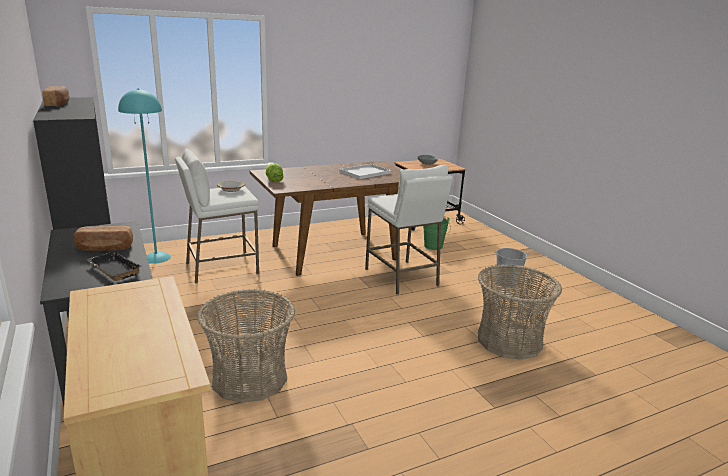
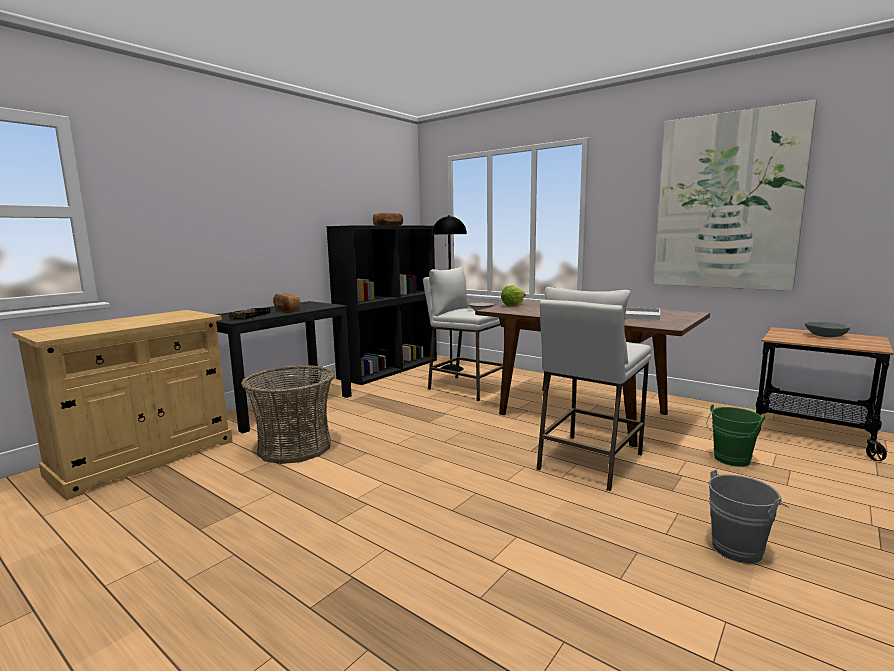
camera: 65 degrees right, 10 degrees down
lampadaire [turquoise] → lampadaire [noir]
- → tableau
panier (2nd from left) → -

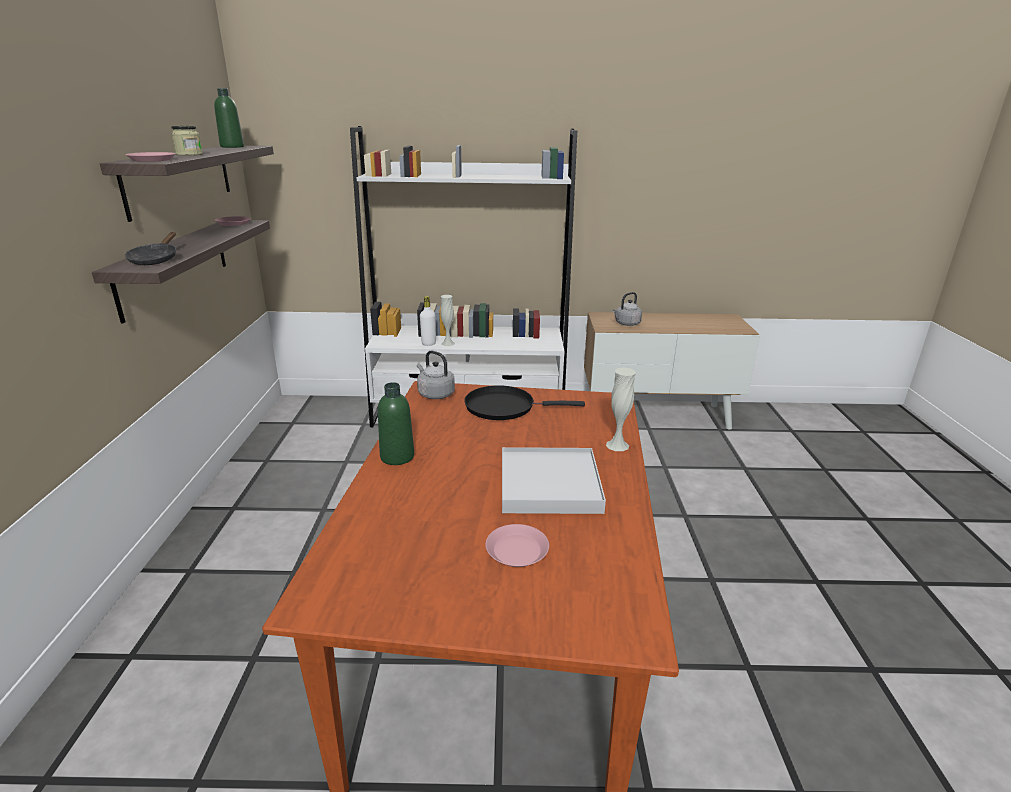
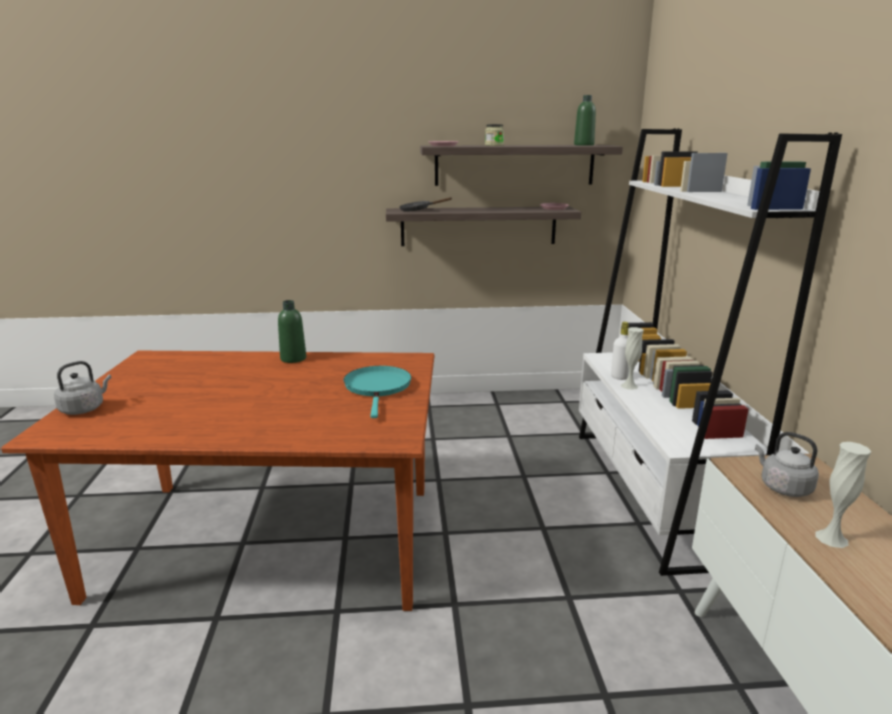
camera: 85 degrees right, 5 degrees down
bouilloire [gris] (1st from left), moved
poêle [noir] (2nd from left) → poêle [turquoise]
vase [blanc] (2nd from left), moved
assiette [rose] (3rd from left) → -
plateau [blanc] → -

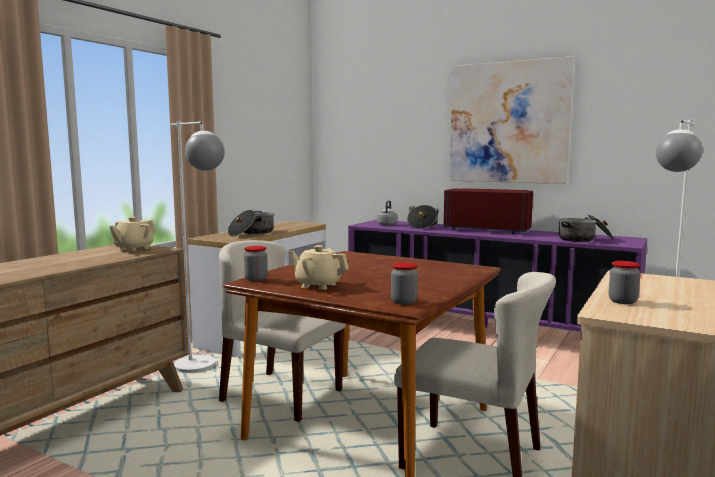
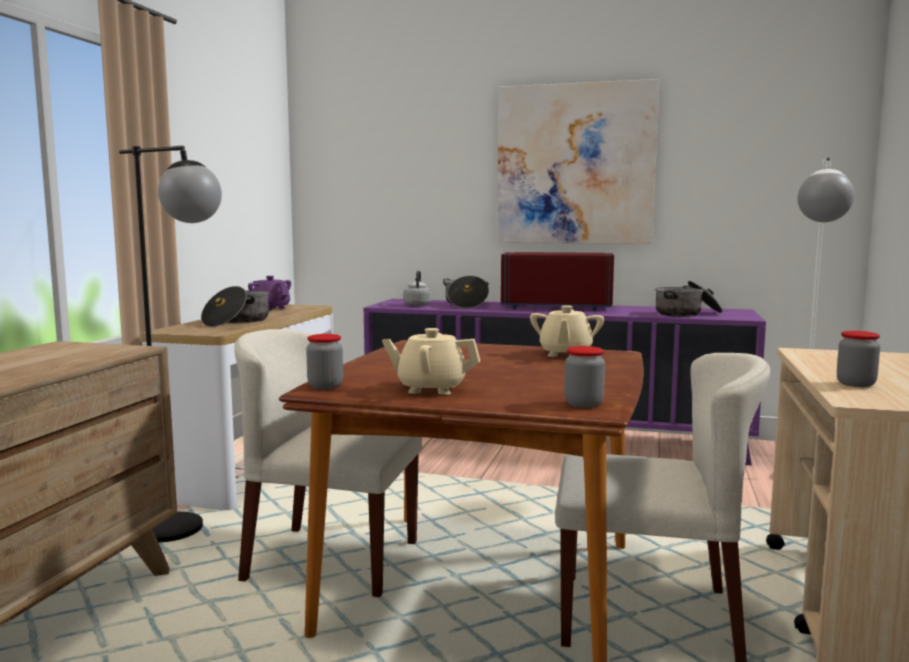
camera: 15 degrees left, 0 degrees up
lampadaire [blanc] (1st from left) → lampadaire [noir]
- → théière [violet]
théière [beige] (1st from left in the first image) → théière [beige] (2nd from left), moved

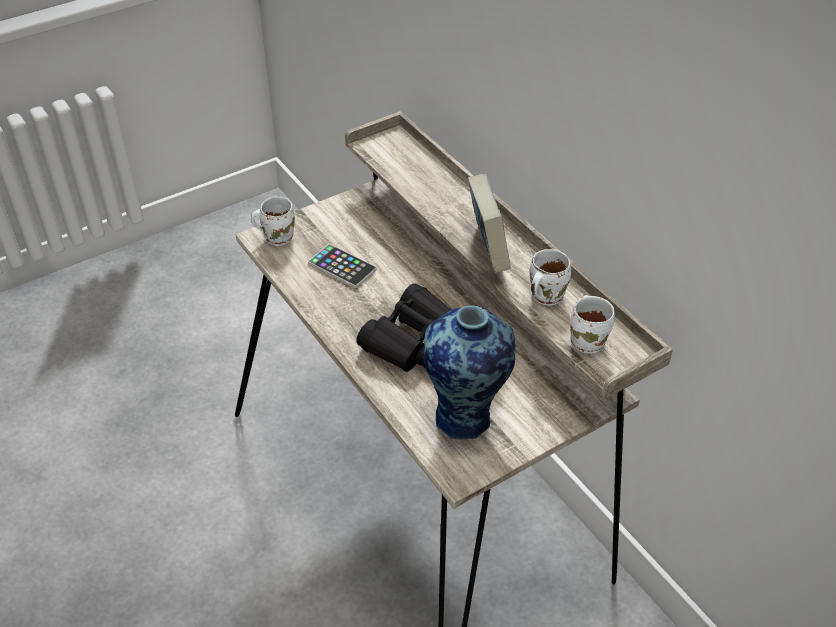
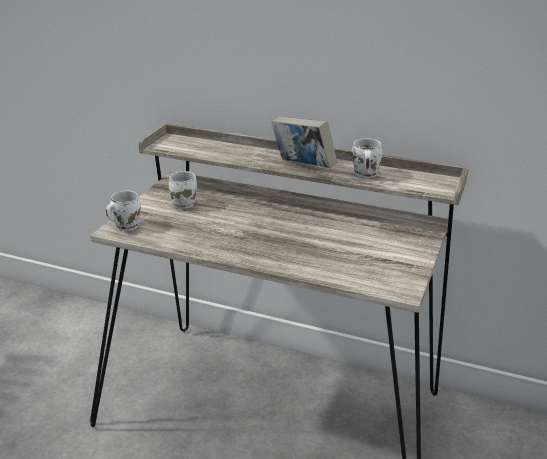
camera: 35 degrees left, 15 degrees down
mug [blanc] (3rd from left in the first image) → mug [blanc] (2nd from left), moved
téléphone → -
jumelles [noir] → -
vase → -

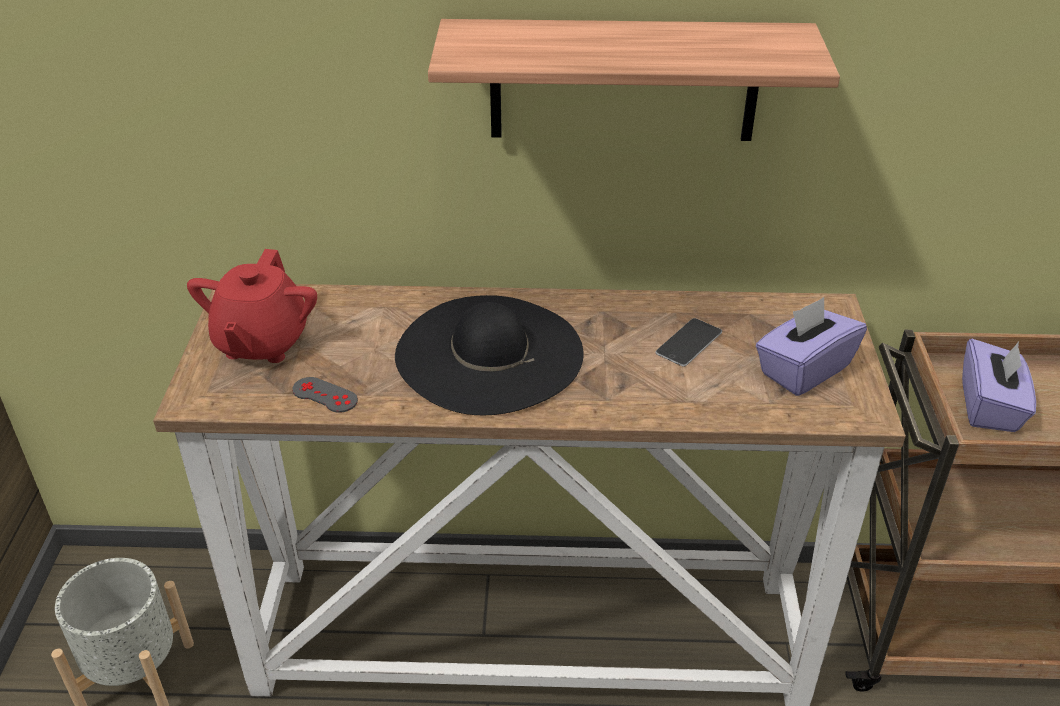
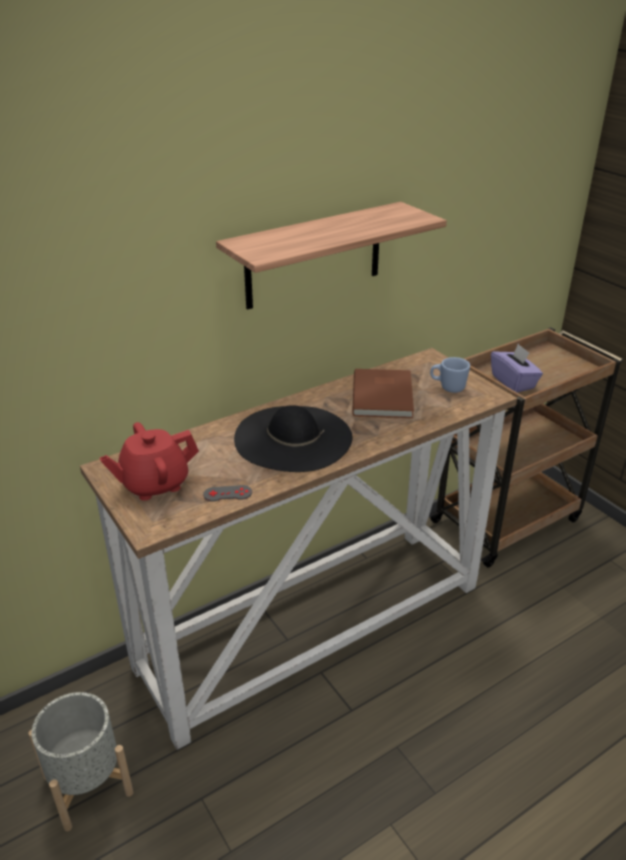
camera: 35 degrees left, 5 degrees down
théière [rouge], 90 degrees clockwise
téléphone → livre [marron]
boîte à mouchoirs [violet] (1st from left) → mug [bleu]

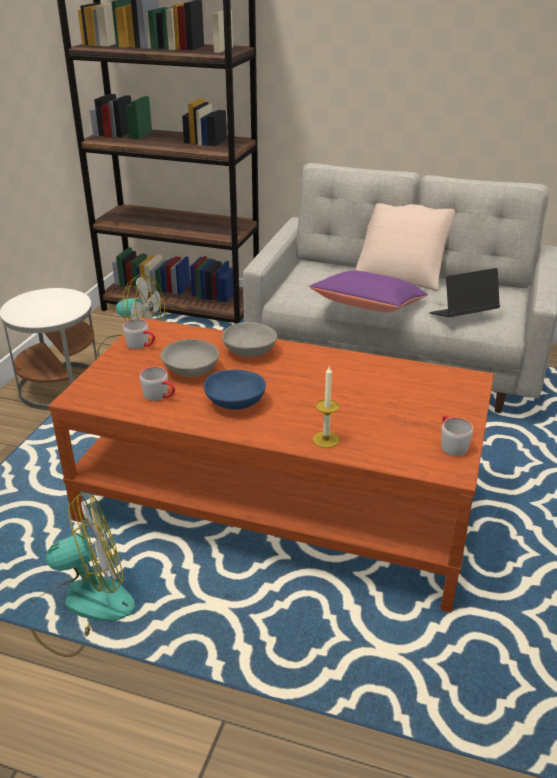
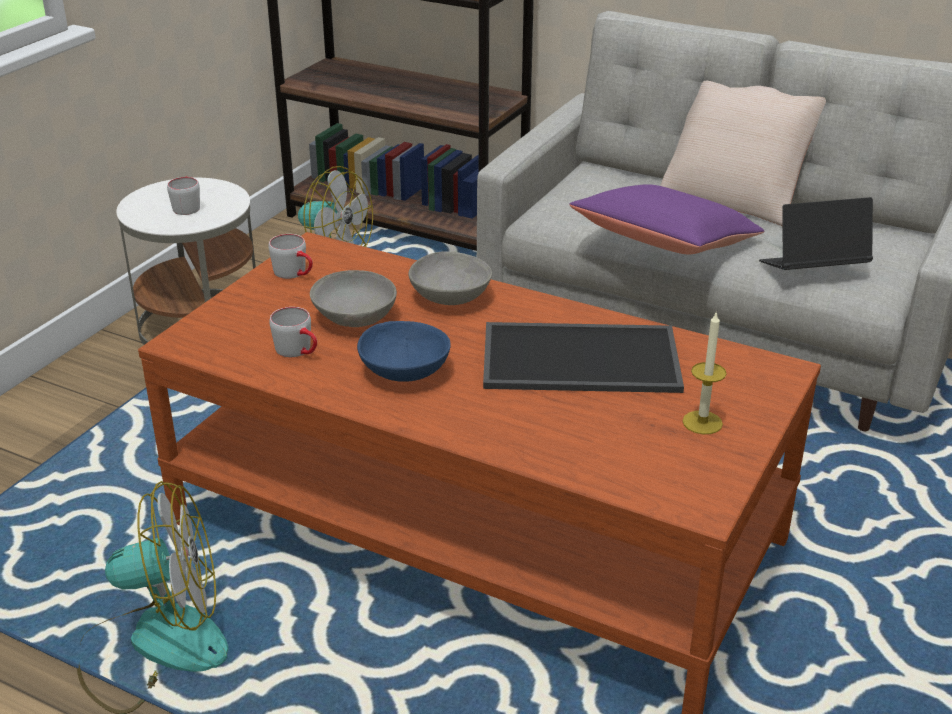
camera: 10 degrees right, 0 degrees up
mug [gris] (3rd from left in the first image) → mug [gris] (1st from left), moved
- → plateau
bougie, moved

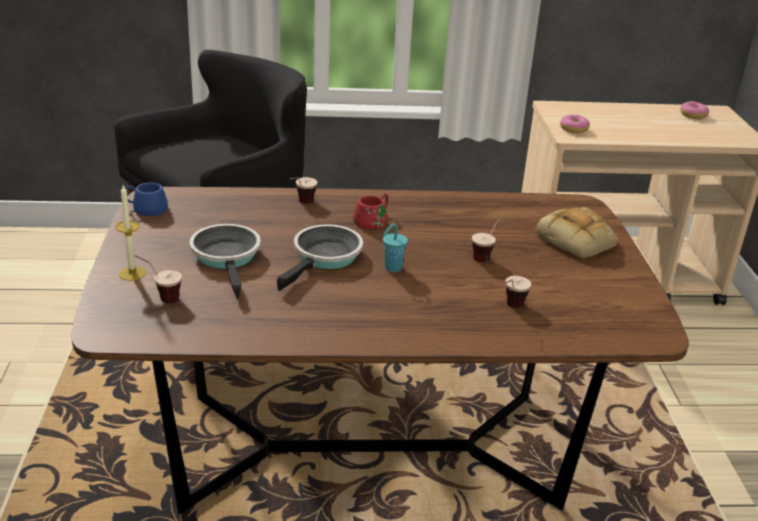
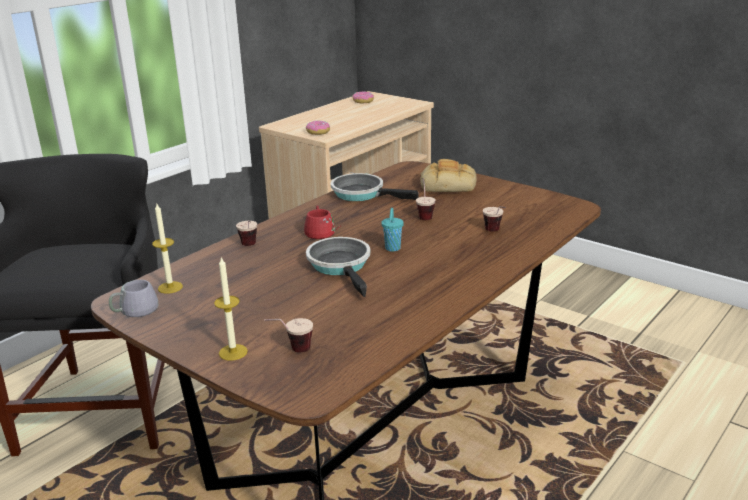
camera: 45 degrees left, 5 degrees down
mug [bleu] → mug [gris]
- → bougie (1st from left)
poêle (1st from left in the first image) → poêle (2nd from left), moved

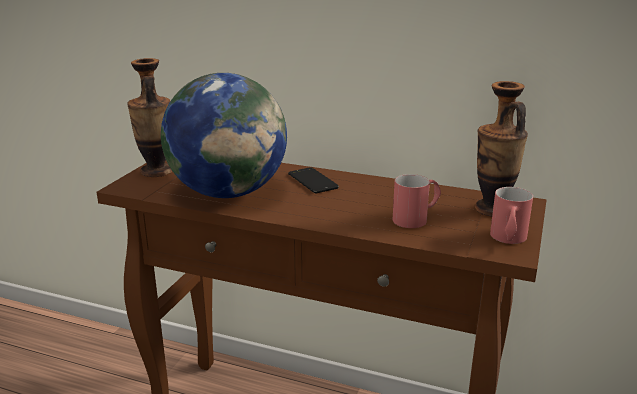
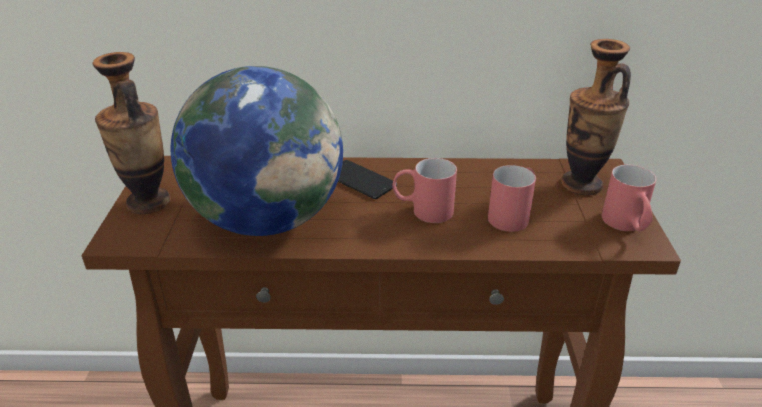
camera: 20 degrees left, 10 degrees up
- → mug [rouge] (1st from left)

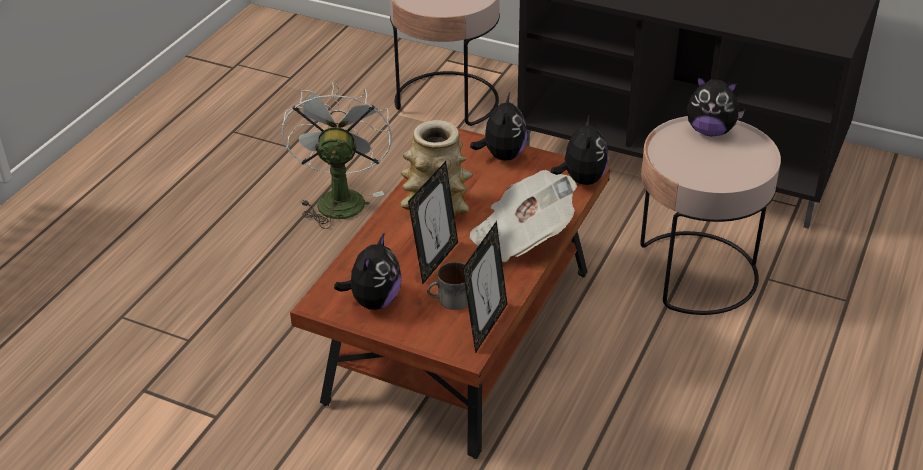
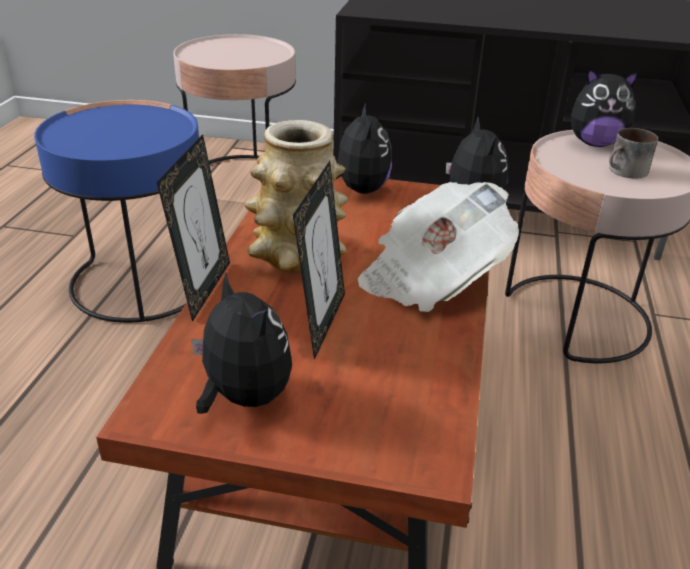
camera: 15 degrees left, 5 degrees down
ventilateur [blanc] → table d'appoint [bleu]
cadre photo (2nd from left in the first image) → cadre photo (1st from left), moved
peluche (1st from left), 45 degrees counterclockwise
mug, moved

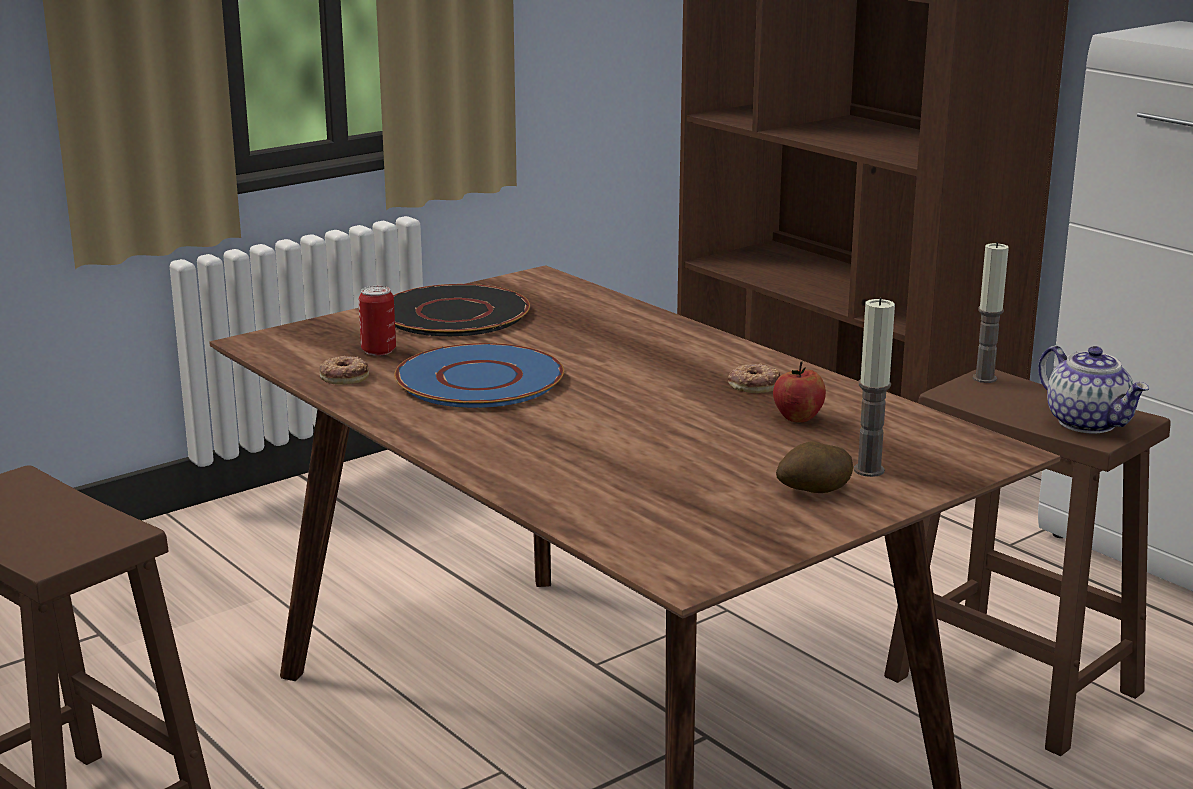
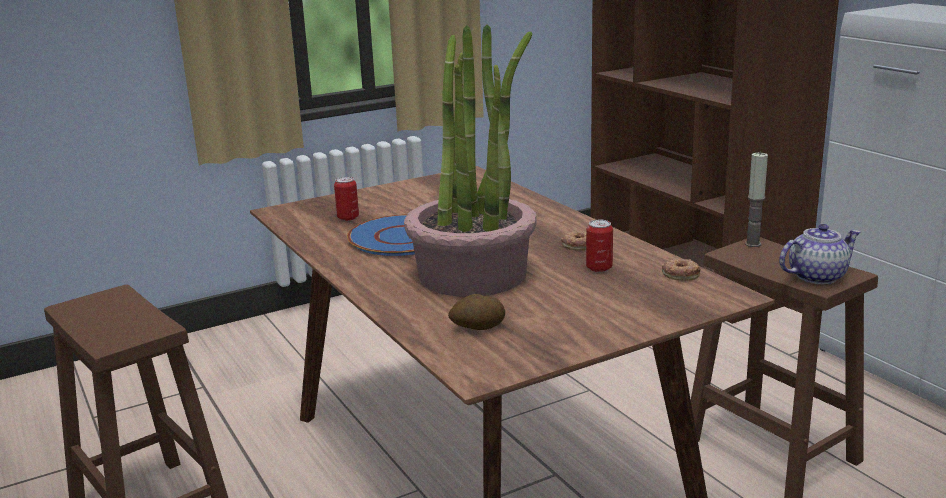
camera: 10 degrees right, 0 degrees up
- → plante en pot
pomme de terre, moved
pomme → boîte métallique (2nd from left)
beignet (1st from left in the first image) → beignet (2nd from left), moved
théière, 90 degrees counterclockwise
assiette [noir] → -
bougie (1st from left) → -

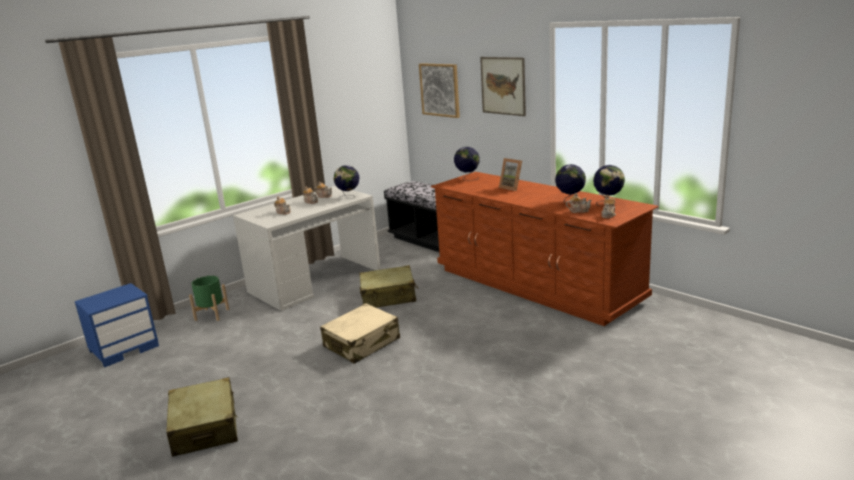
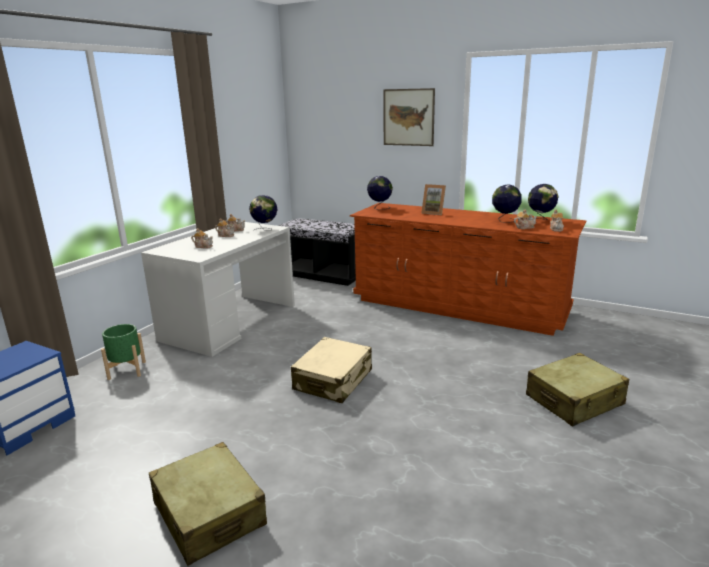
camera: 20 degrees left, 0 degrees up
valise [beige] (3rd from left), moved
tableau (1st from left) → -

